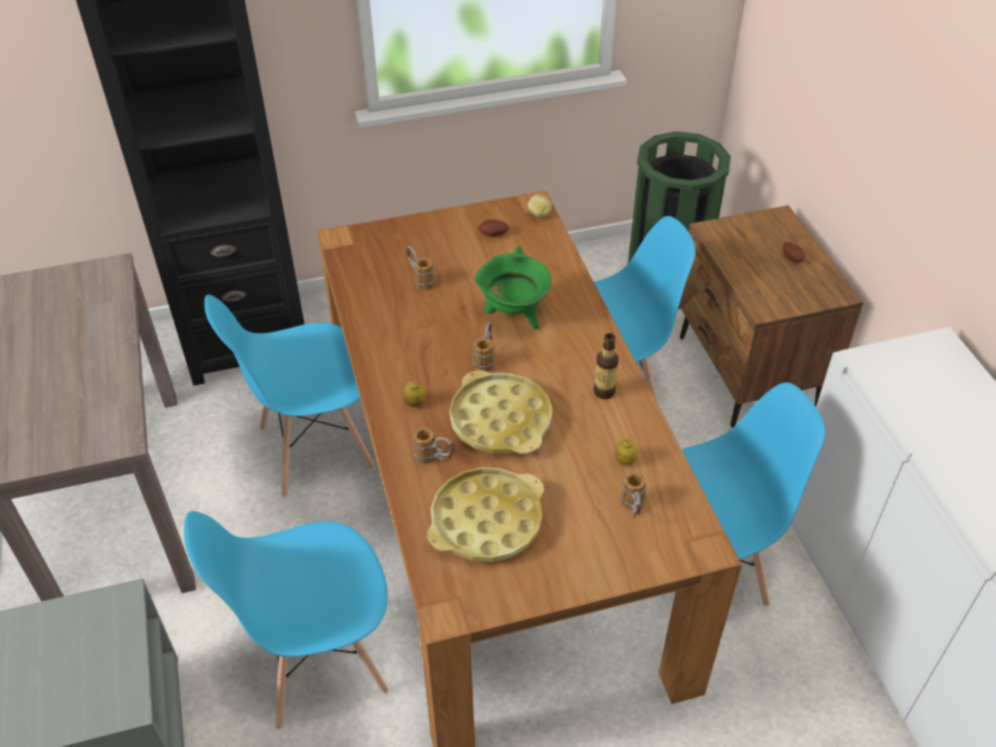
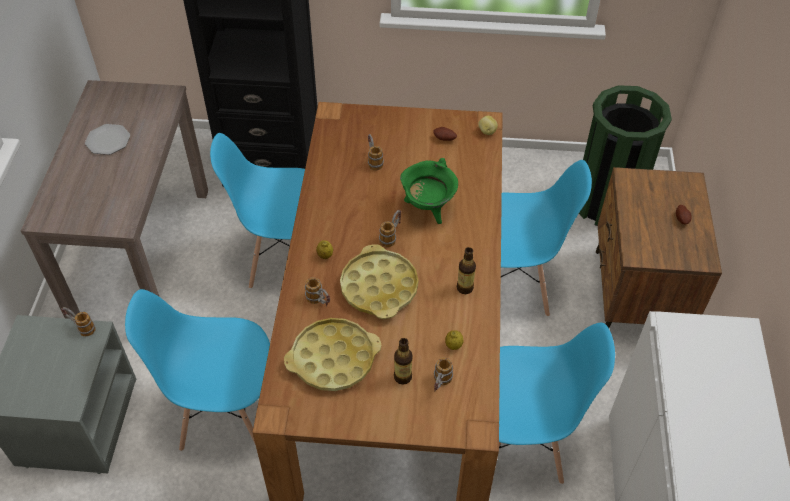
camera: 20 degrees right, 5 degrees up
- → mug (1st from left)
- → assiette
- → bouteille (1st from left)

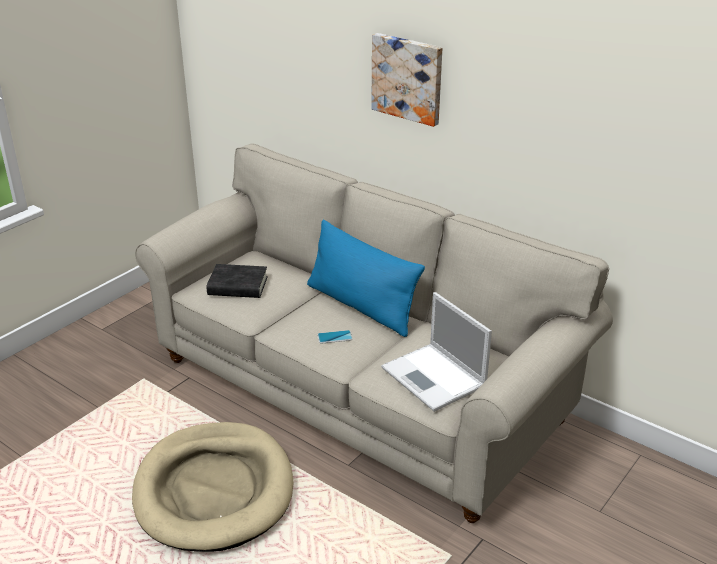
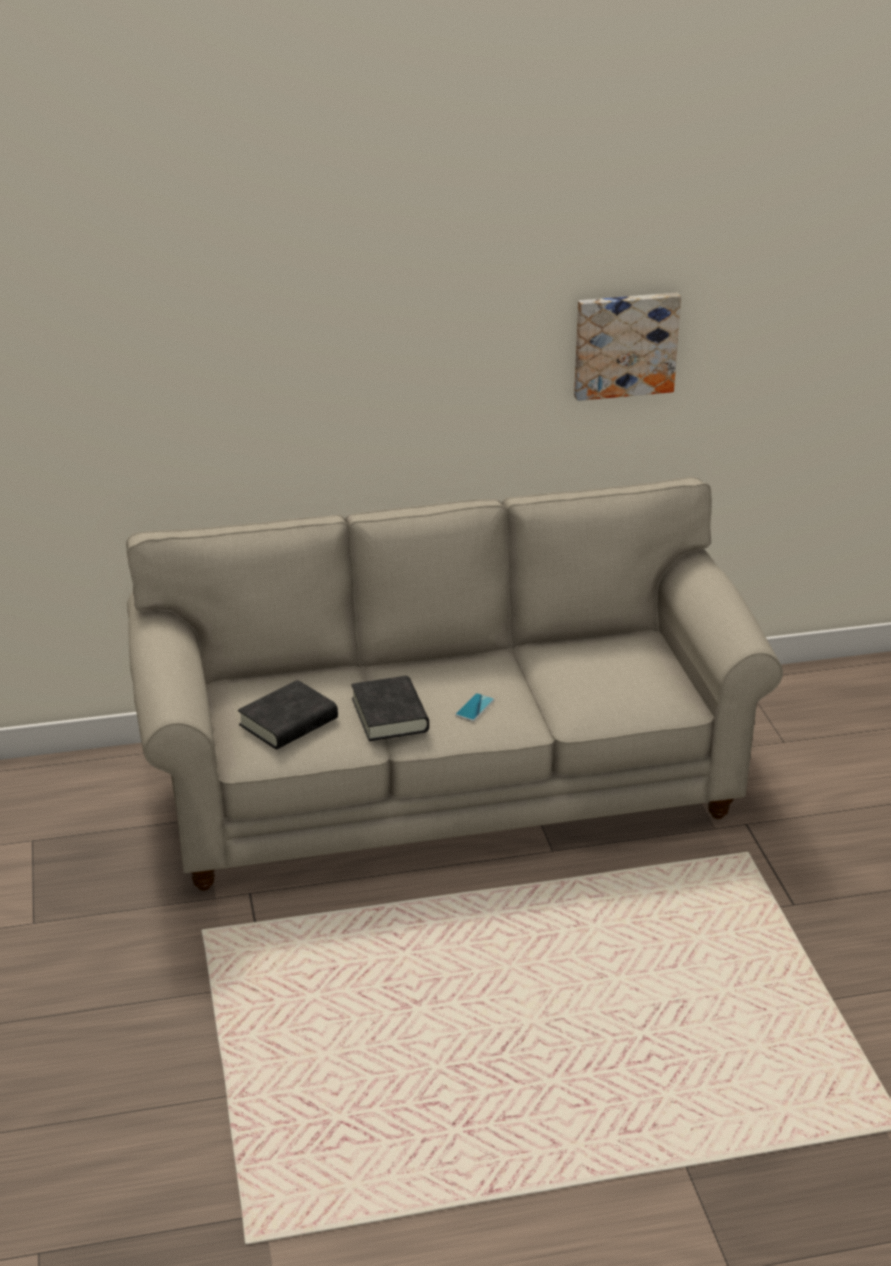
camera: 50 degrees left, 0 degrees up
- → livre [noir] (2nd from left)
tableau, moved
panier pour chien [beige] → -
coussin [bleu] → -
ordinateur portable → -

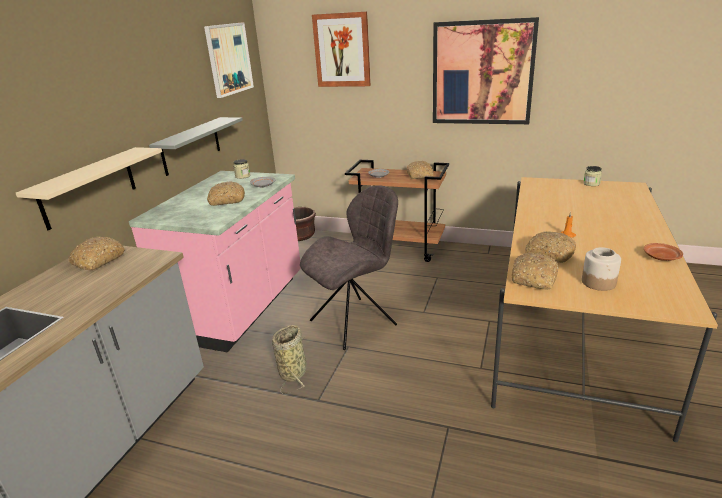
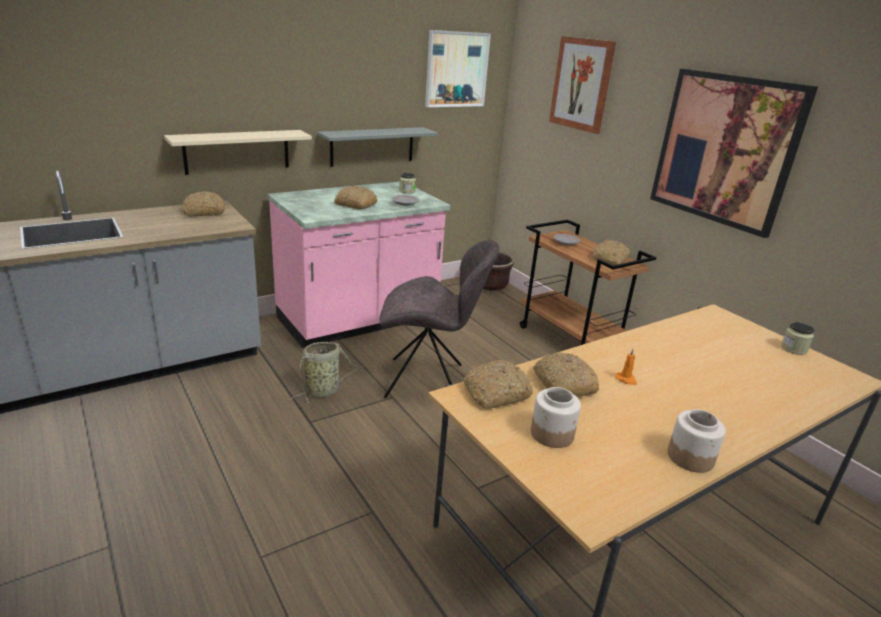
camera: 35 degrees right, 0 degrees up
assiette [marron] → bocal (3rd from left)

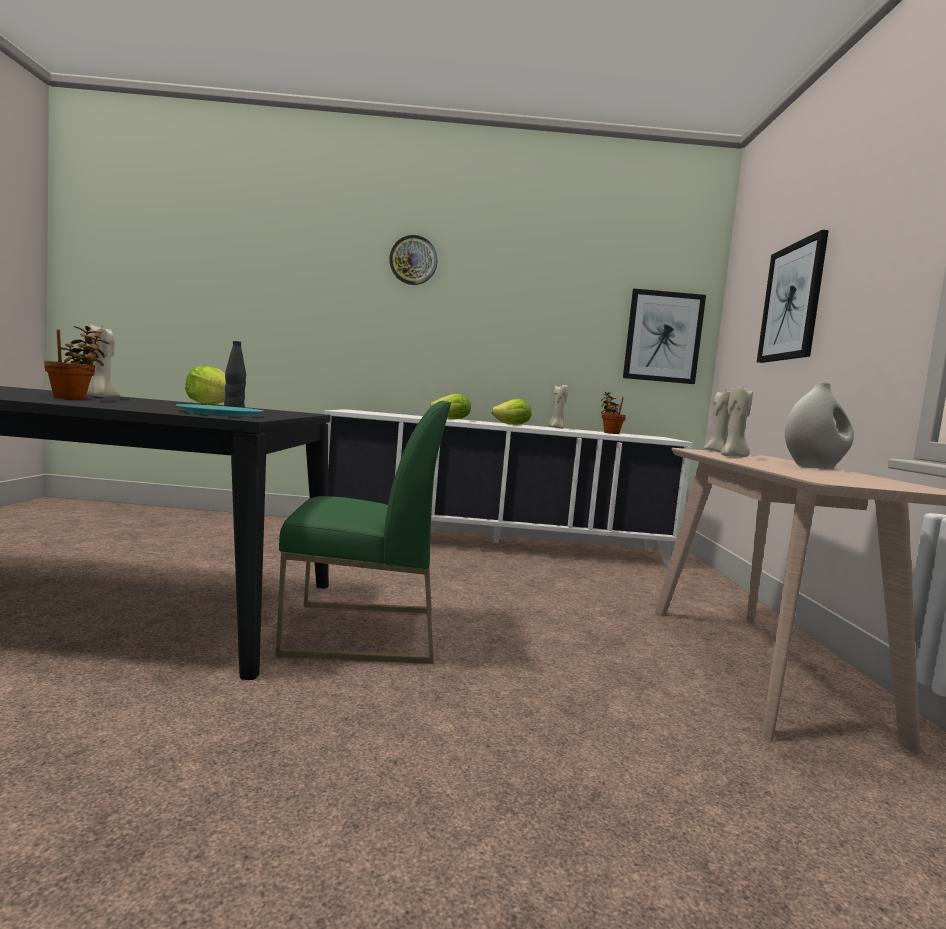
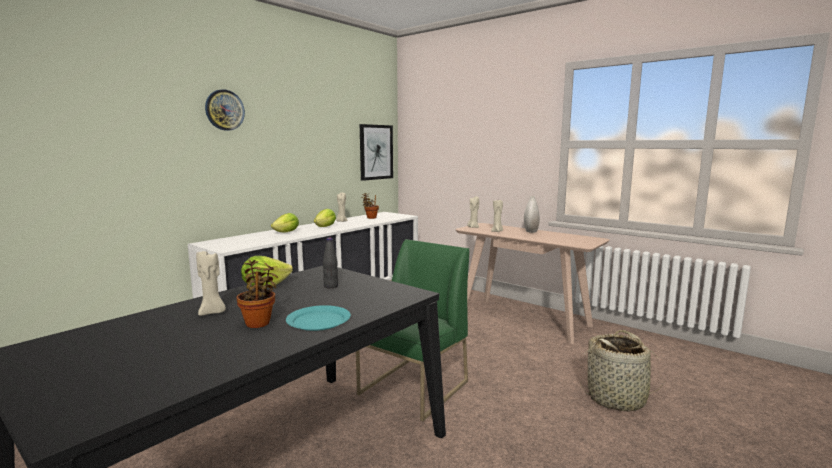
camera: 50 degrees left, 5 degrees up
assiette [turquoise], moved
- → panier
tableau (2nd from left) → -

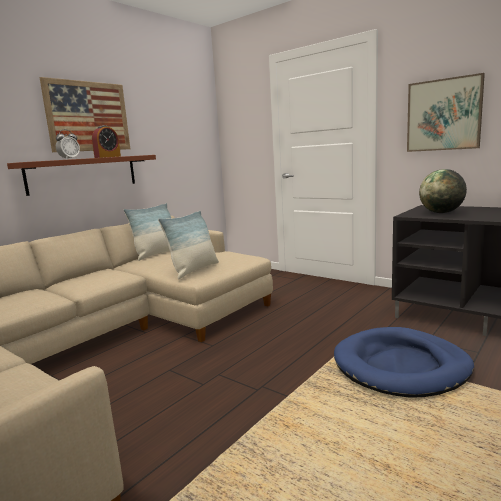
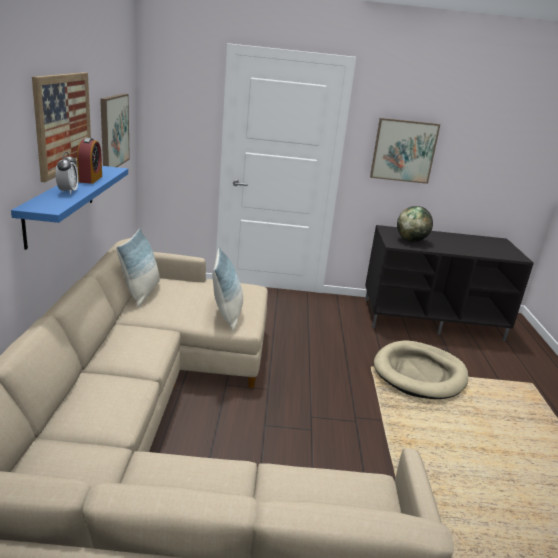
camera: 40 degrees left, 10 degrees up
étagère [marron] → étagère [bleu]
- → tableau (2nd from left)
panier pour chien [bleu] → panier pour chien [beige]

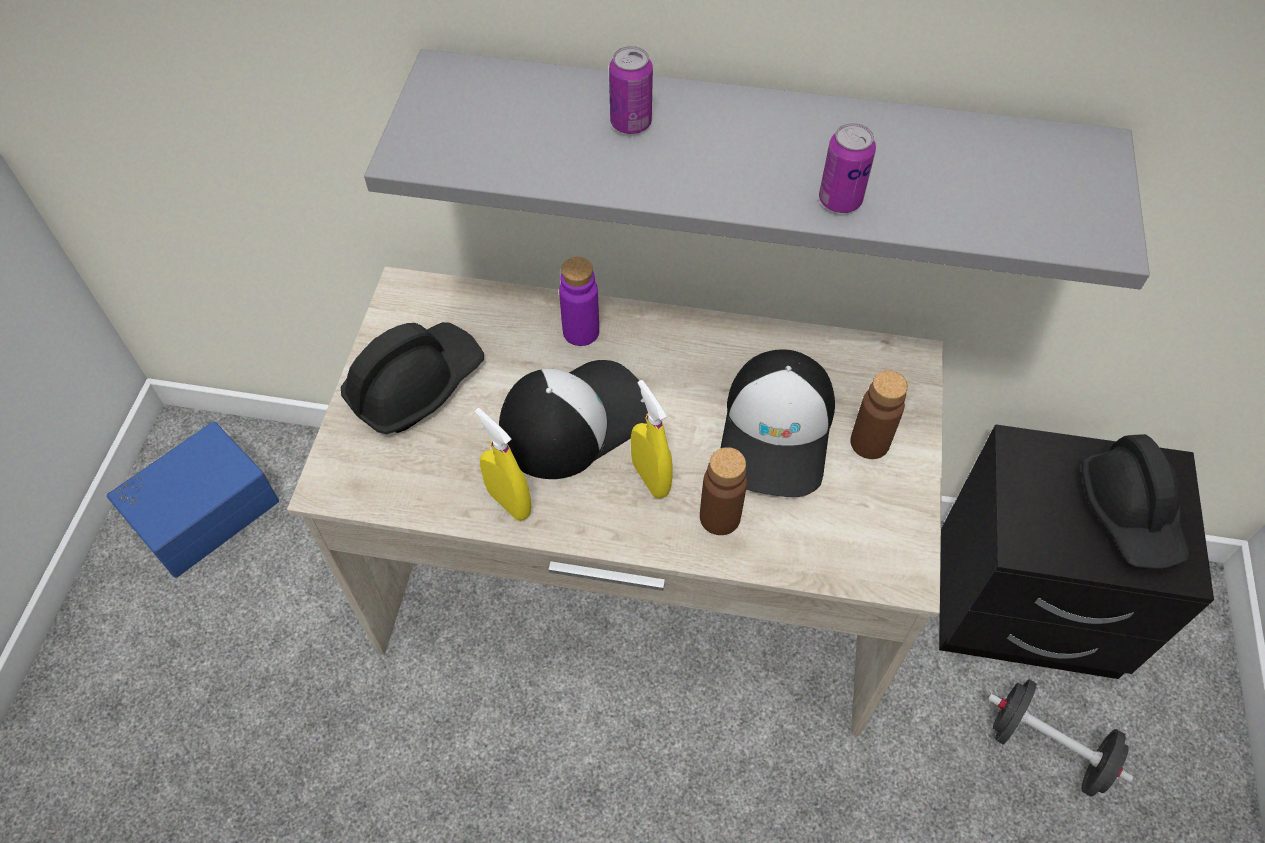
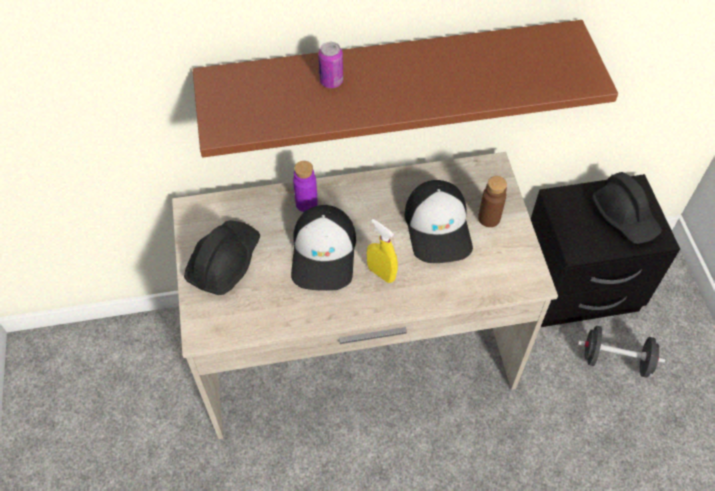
camera: 20 degrees left, 0 degrees up
étagère [gris] → étagère [marron]
casquette (1st from left), 150 degrees clockwise
boîte de rangement [bleu] → -
vaporisateur [jaune] (1st from left) → -
bouteille [marron] (1st from left) → -
boîte métallique (2nd from left) → -

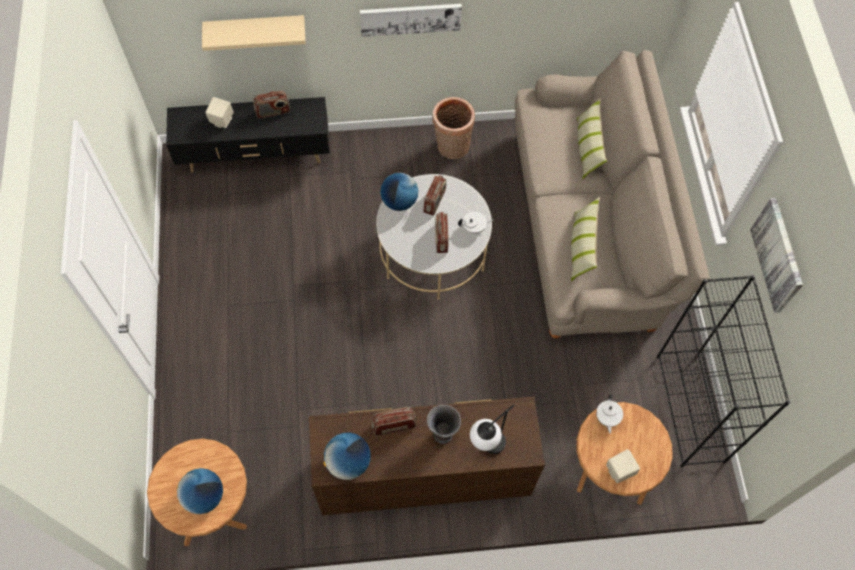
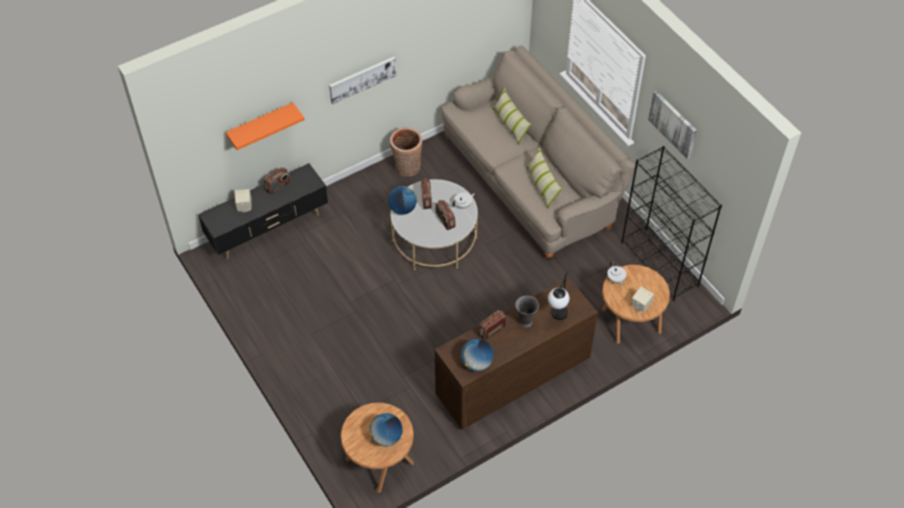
camera: 25 degrees left, 10 degrees down
étagère [beige] → étagère [orange]

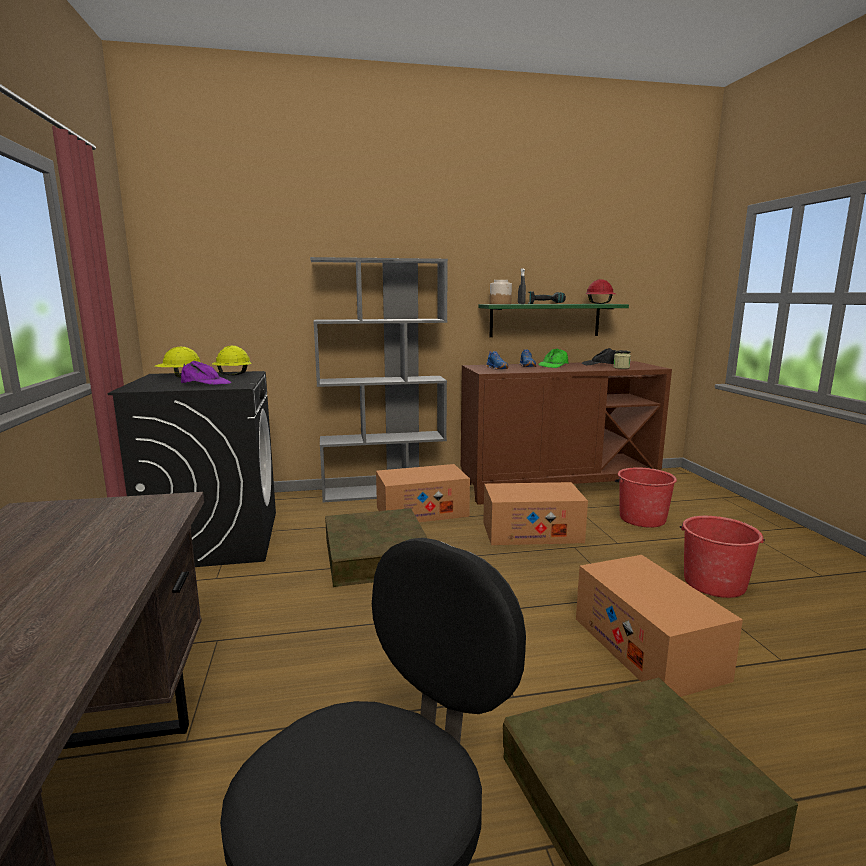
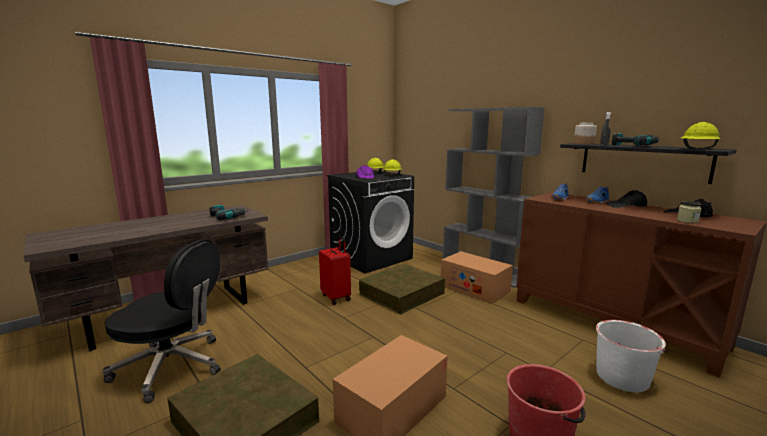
camera: 60 degrees right, 0 degrees up
- → perceuse (1st from left)
- → valise [rouge]
étagère [vert] → étagère [noir]
seau [rouge] (1st from left) → seau [blanc]
casquette [vert] → casquette [noir] (1st from left)
casque de chantier [rouge] → casque de chantier [jaune] (3rd from left)
carton (2nd from left) → -

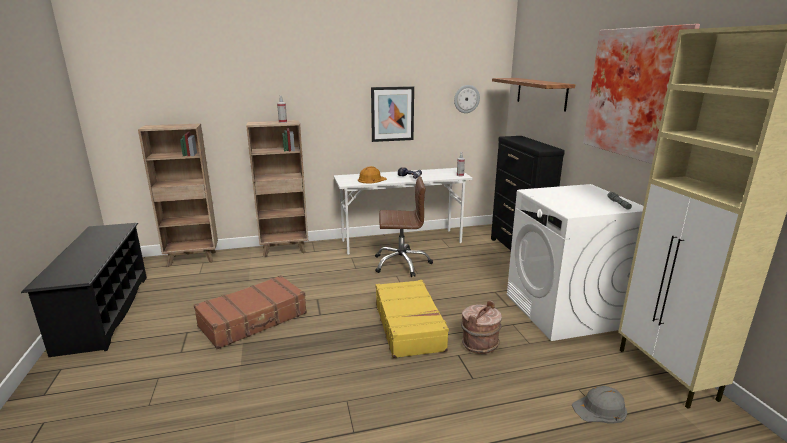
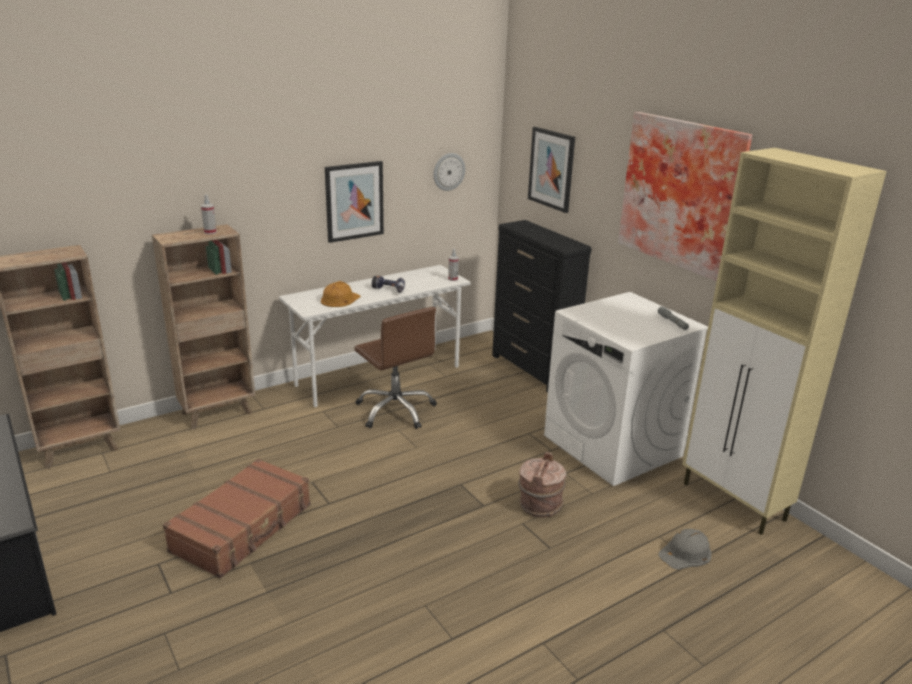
camera: 20 degrees left, 5 degrees up
chaise de bureau [marron], 75 degrees clockwise
étagère → tableau (2nd from left)
valise [jaune] → -

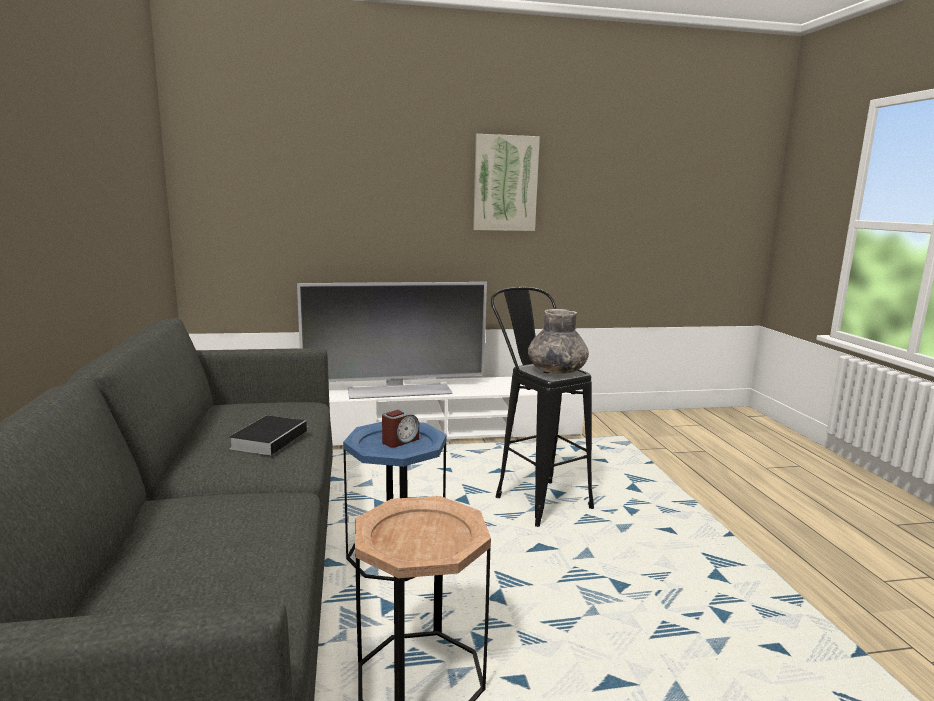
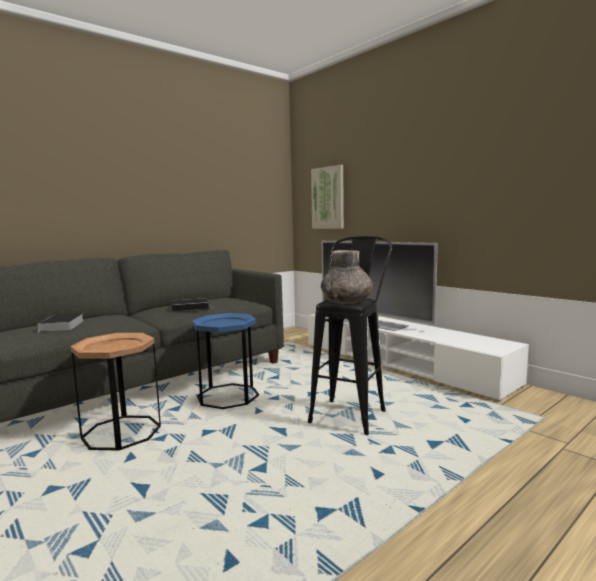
camera: 60 degrees right, 5 degrees down
- → livre (1st from left)
tableau, moved
réveil → -

